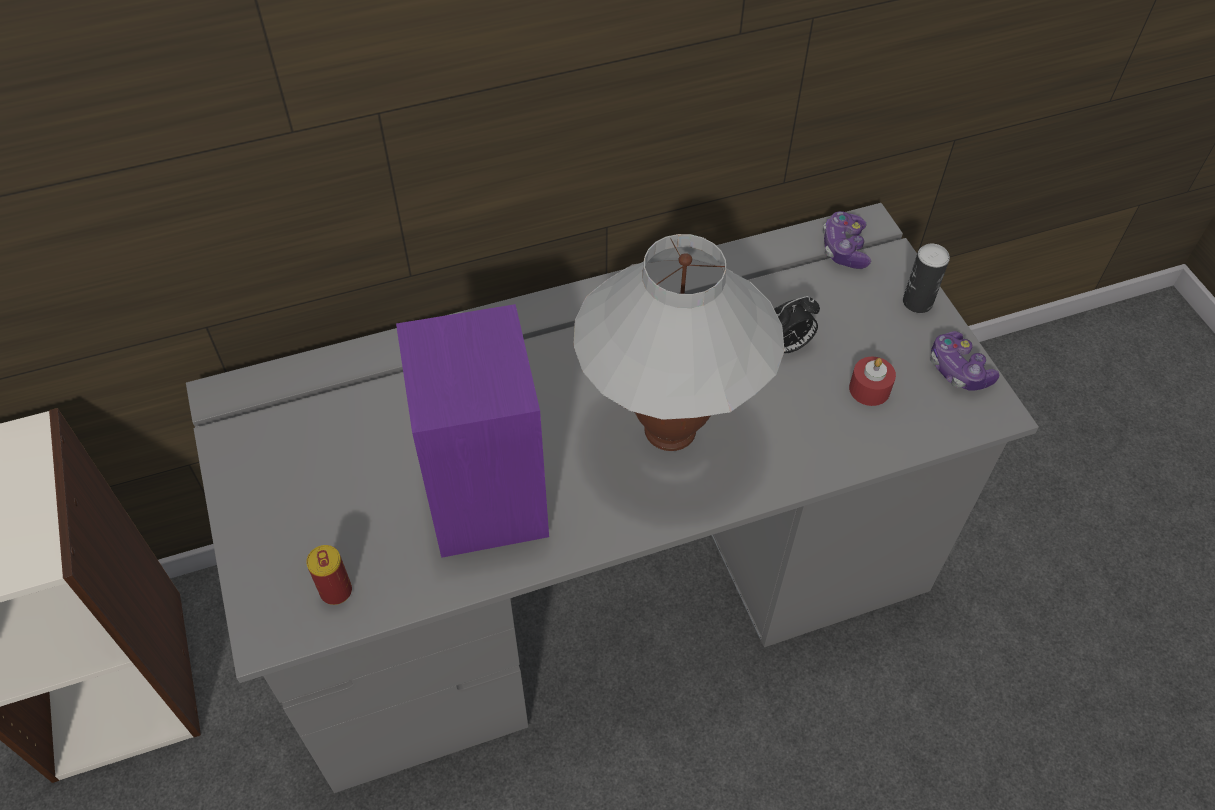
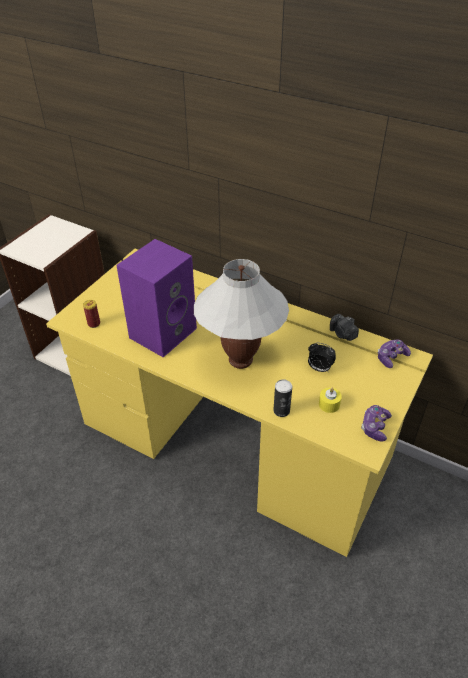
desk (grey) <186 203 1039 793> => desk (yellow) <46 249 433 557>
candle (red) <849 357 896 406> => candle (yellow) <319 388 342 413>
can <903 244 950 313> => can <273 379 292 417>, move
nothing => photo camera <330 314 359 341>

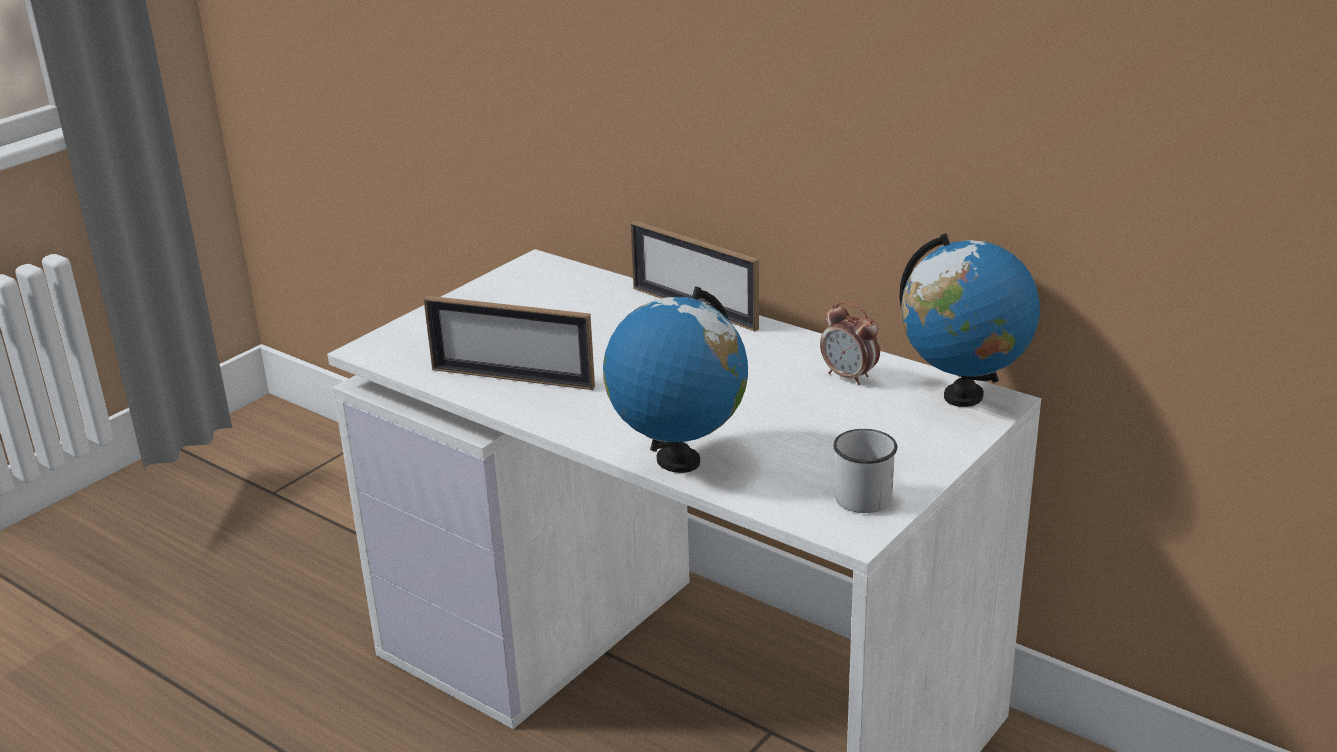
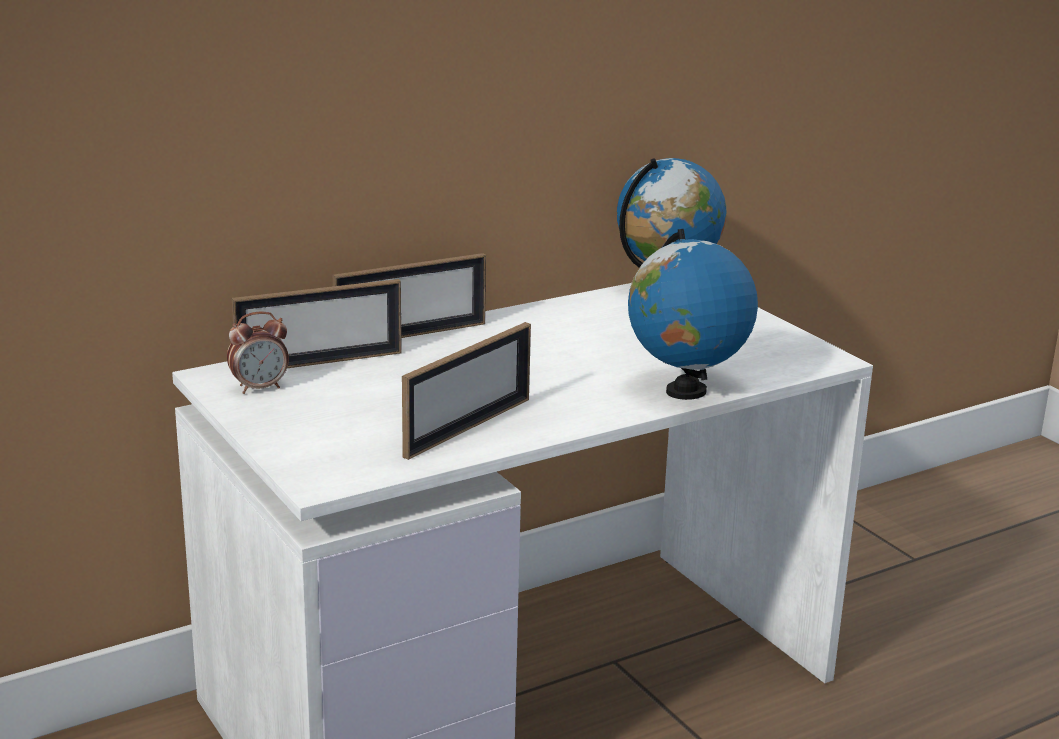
alarm clock <820 301 880 385> => alarm clock <227 311 289 394>, move
mug (white) <833 429 897 513> => nothing
nothing => picture frame <232 279 402 368>

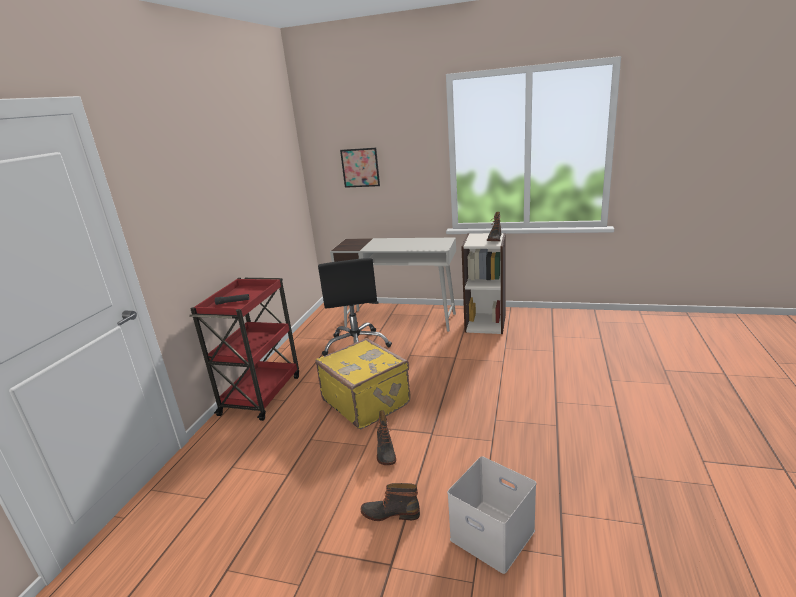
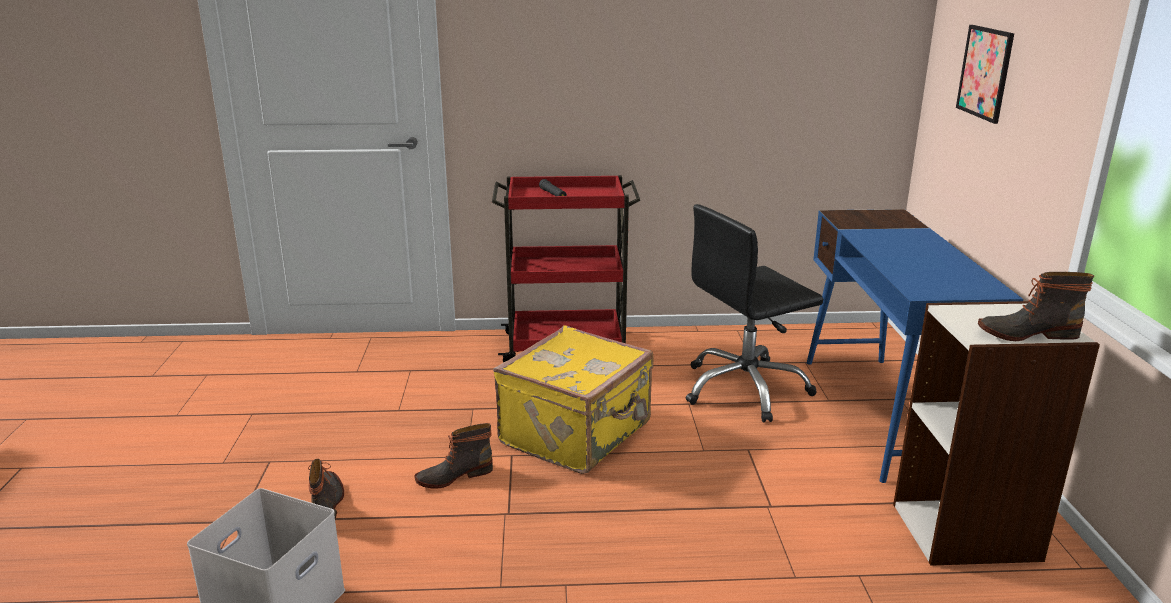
desk (white) <330 238 456 332> => desk (blue) <807 209 1023 483>

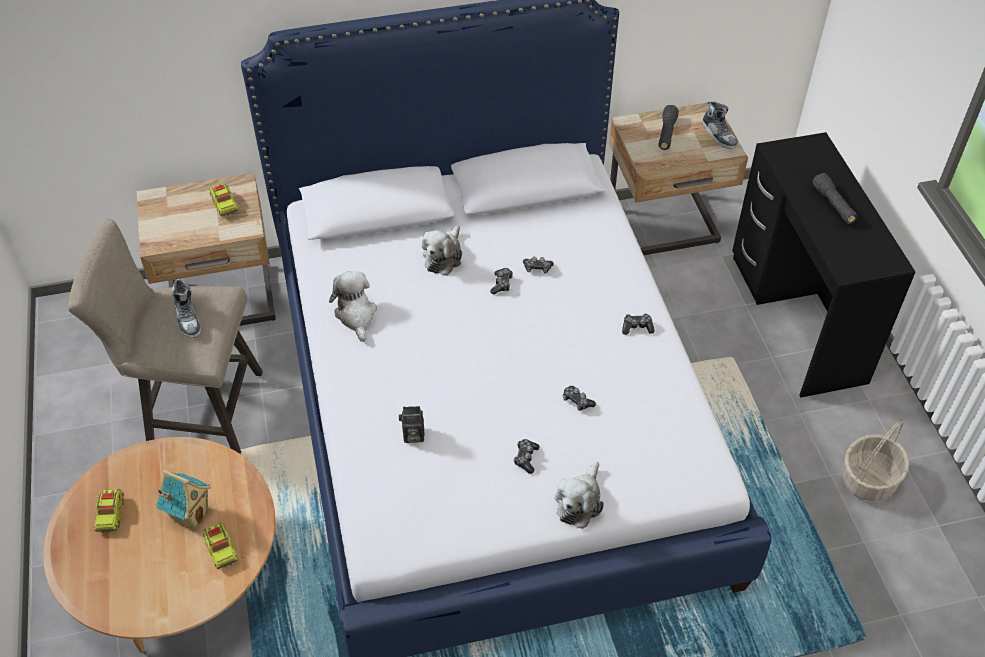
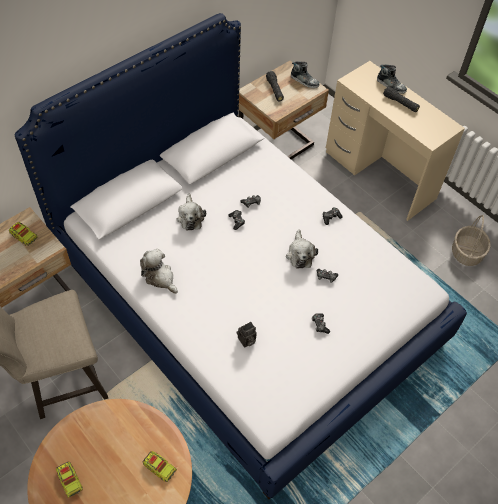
toy house <155 470 211 530> => nothing
shoe <172 279 201 338> => shoe <377 65 407 94>, move
plush toy <554 462 604 529> => plush toy <286 229 318 269>, move
desk (black) <732 132 916 398> => desk (beige) <326 61 465 221>

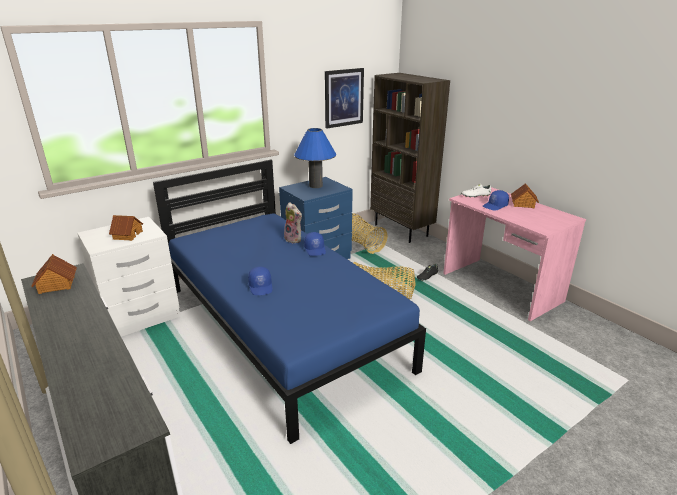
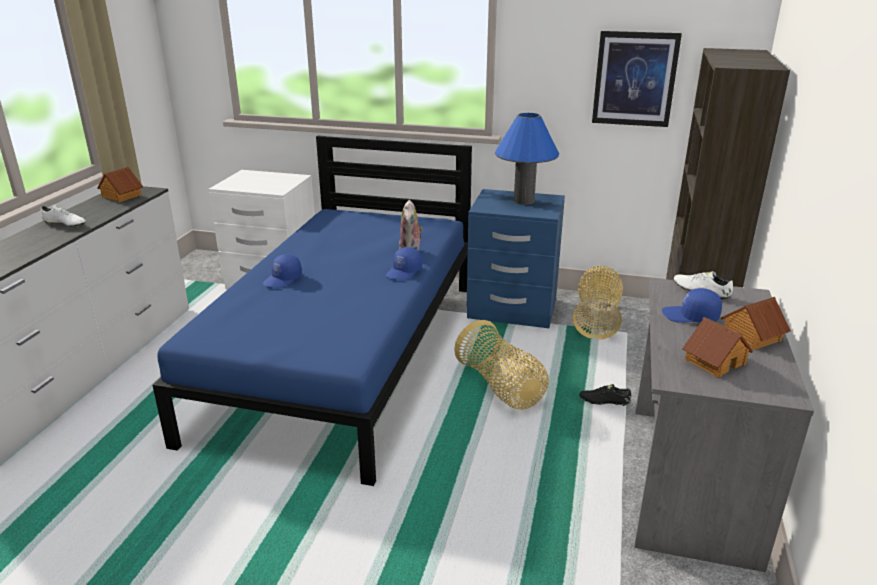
toy house <109 215 143 241> => toy house <682 317 753 378>, move
desk (pink) <443 187 586 321> => desk (grey) <634 278 814 572>
nothing => shoe (white) <41 205 86 228>

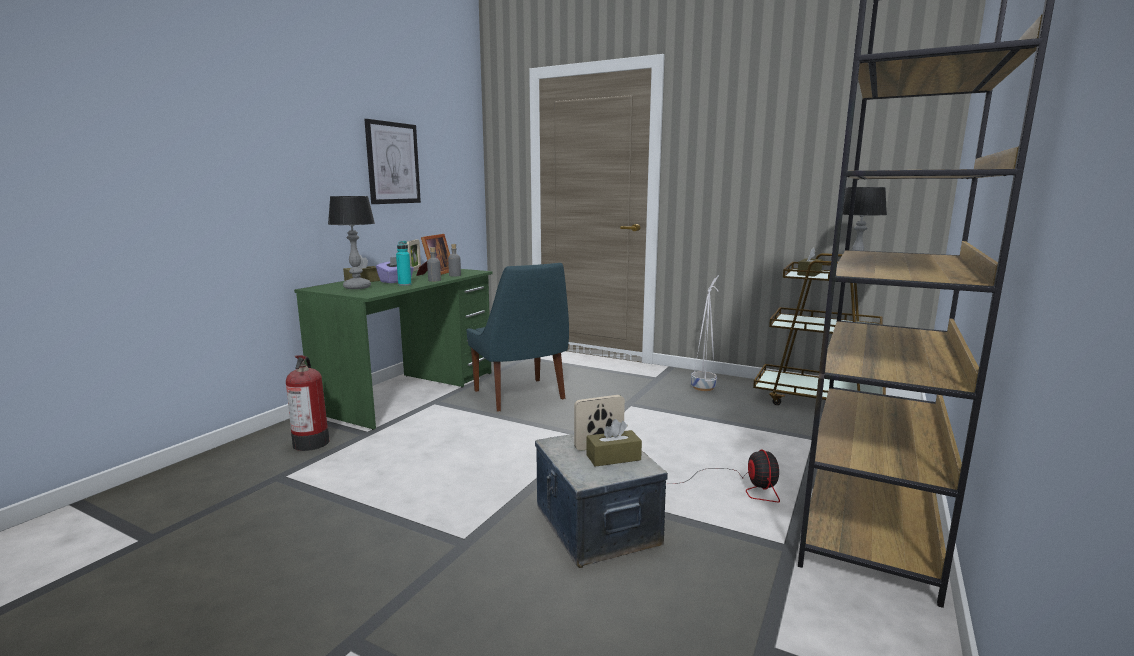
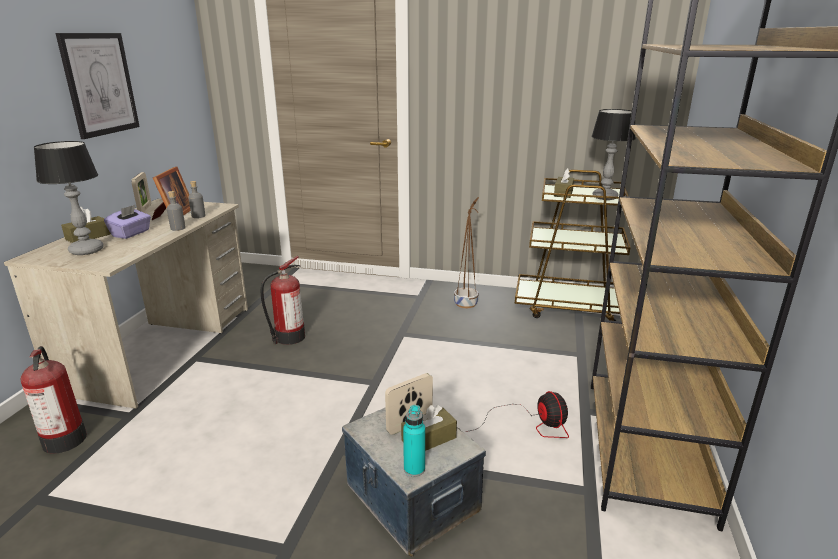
desk (green) <294 269 493 430> => desk (beige) <4 199 248 409>
bottle (turquoise) <396 241 411 286> => bottle (turquoise) <403 405 425 477>, move
chair (blue) <466 263 569 412> => fire extinguisher <261 256 305 345>
planter (white) <691 275 719 391> => planter (brown) <454 197 479 308>

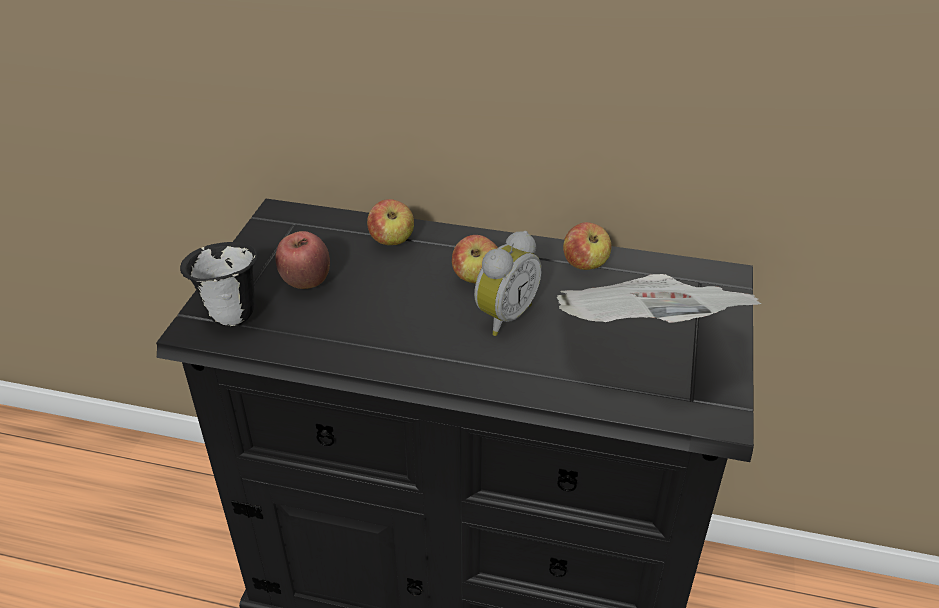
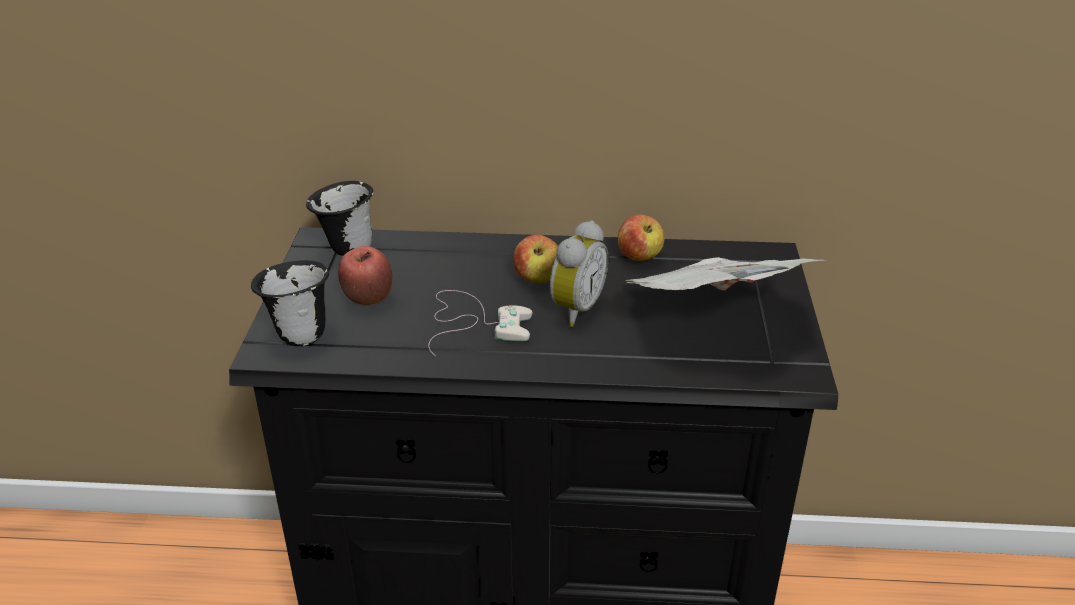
apple <367 199 414 245> => nothing
nothing => mug (black) <306 181 374 256>
nothing => game controller (white) <428 290 532 356>

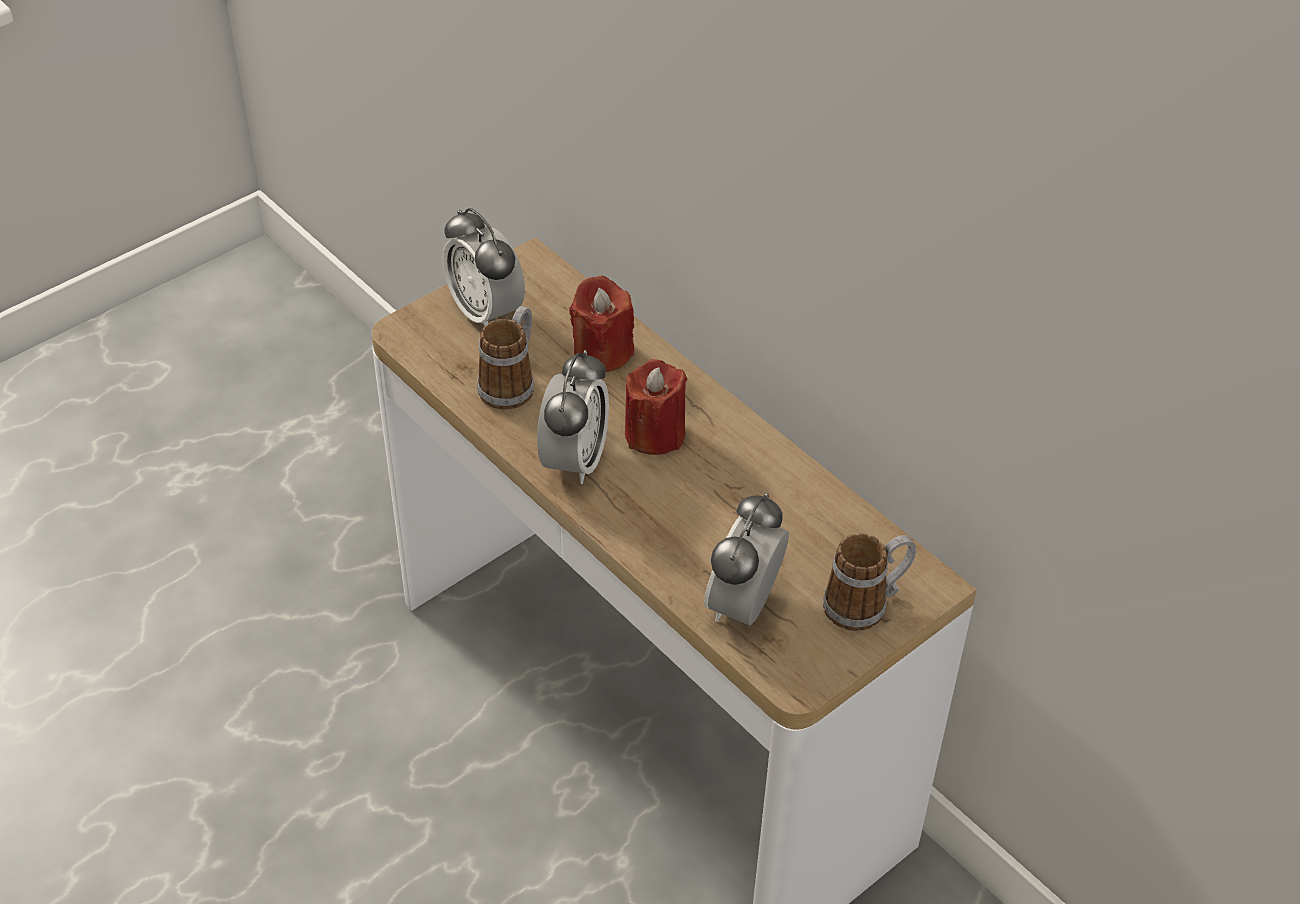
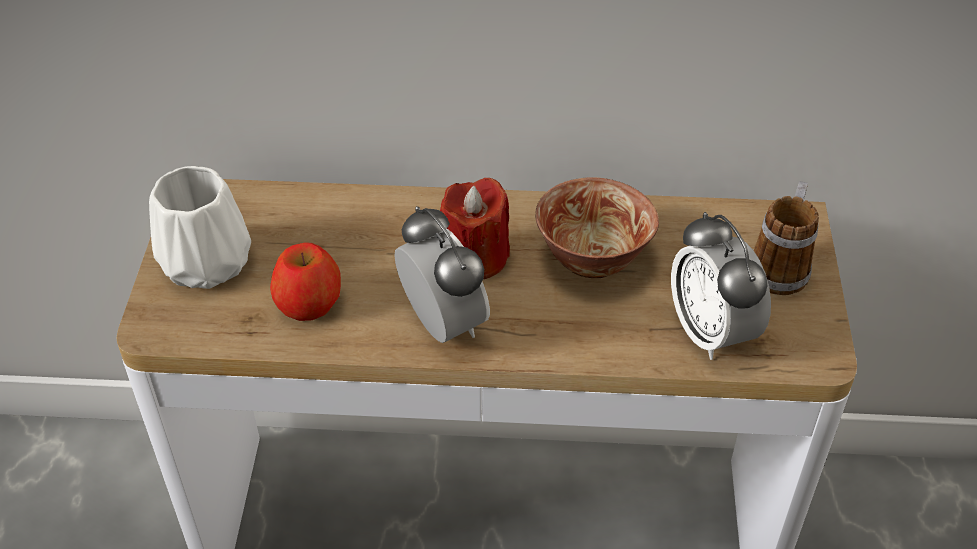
alarm clock <443 208 525 326> => vase (white) <149 166 251 289>
mug <477 306 534 410> => apple <270 242 341 321>
candle (red) <569 276 634 372> => nothing
nothing => bowl <535 177 659 278>

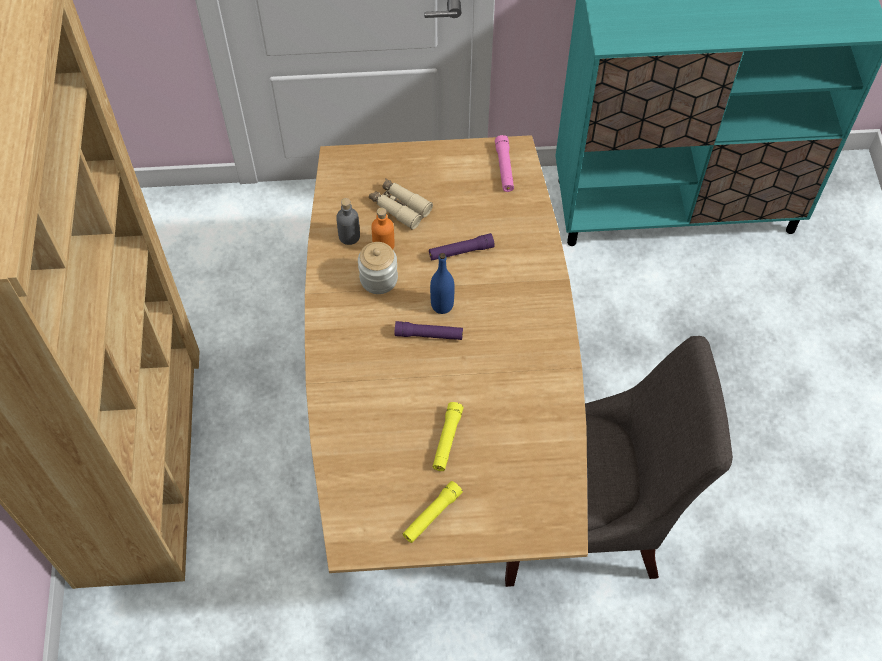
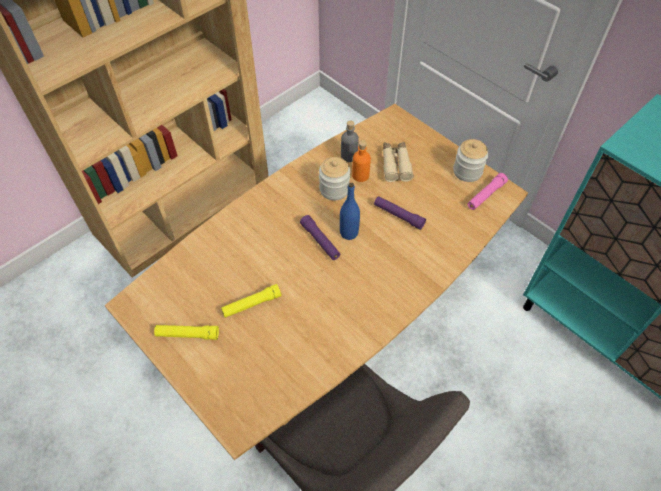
nothing => jar <453 139 488 182>

